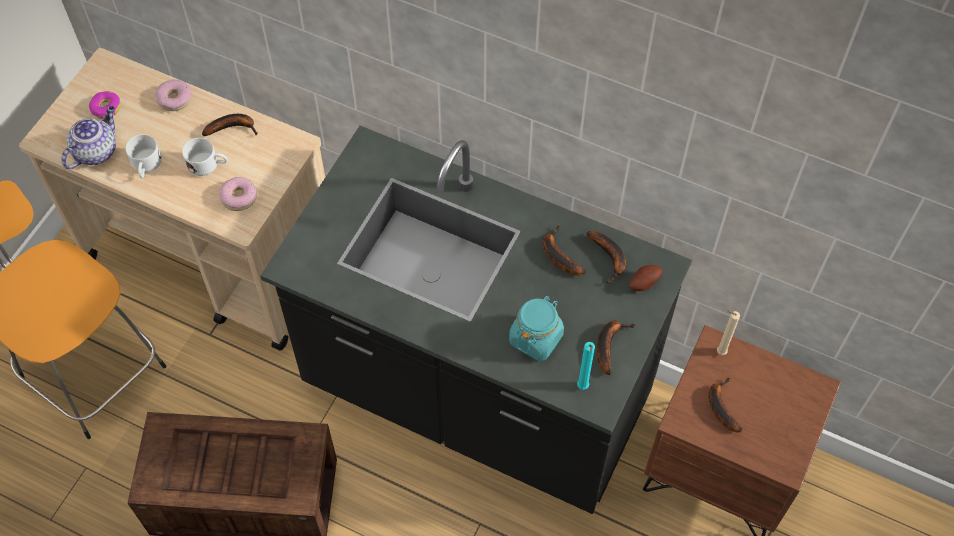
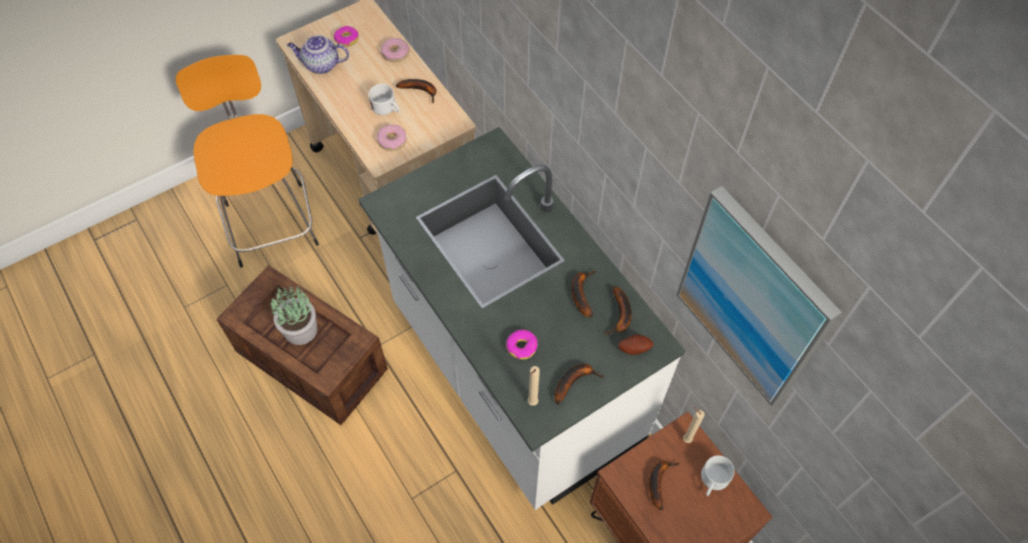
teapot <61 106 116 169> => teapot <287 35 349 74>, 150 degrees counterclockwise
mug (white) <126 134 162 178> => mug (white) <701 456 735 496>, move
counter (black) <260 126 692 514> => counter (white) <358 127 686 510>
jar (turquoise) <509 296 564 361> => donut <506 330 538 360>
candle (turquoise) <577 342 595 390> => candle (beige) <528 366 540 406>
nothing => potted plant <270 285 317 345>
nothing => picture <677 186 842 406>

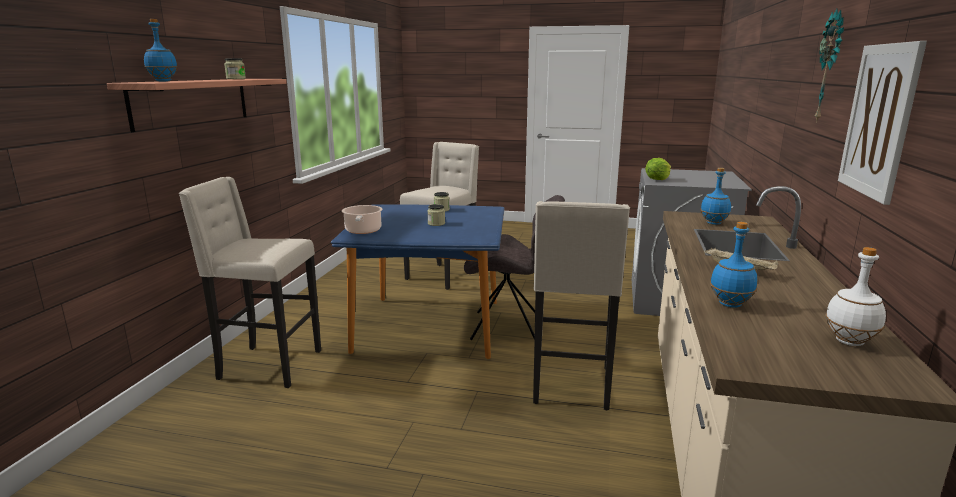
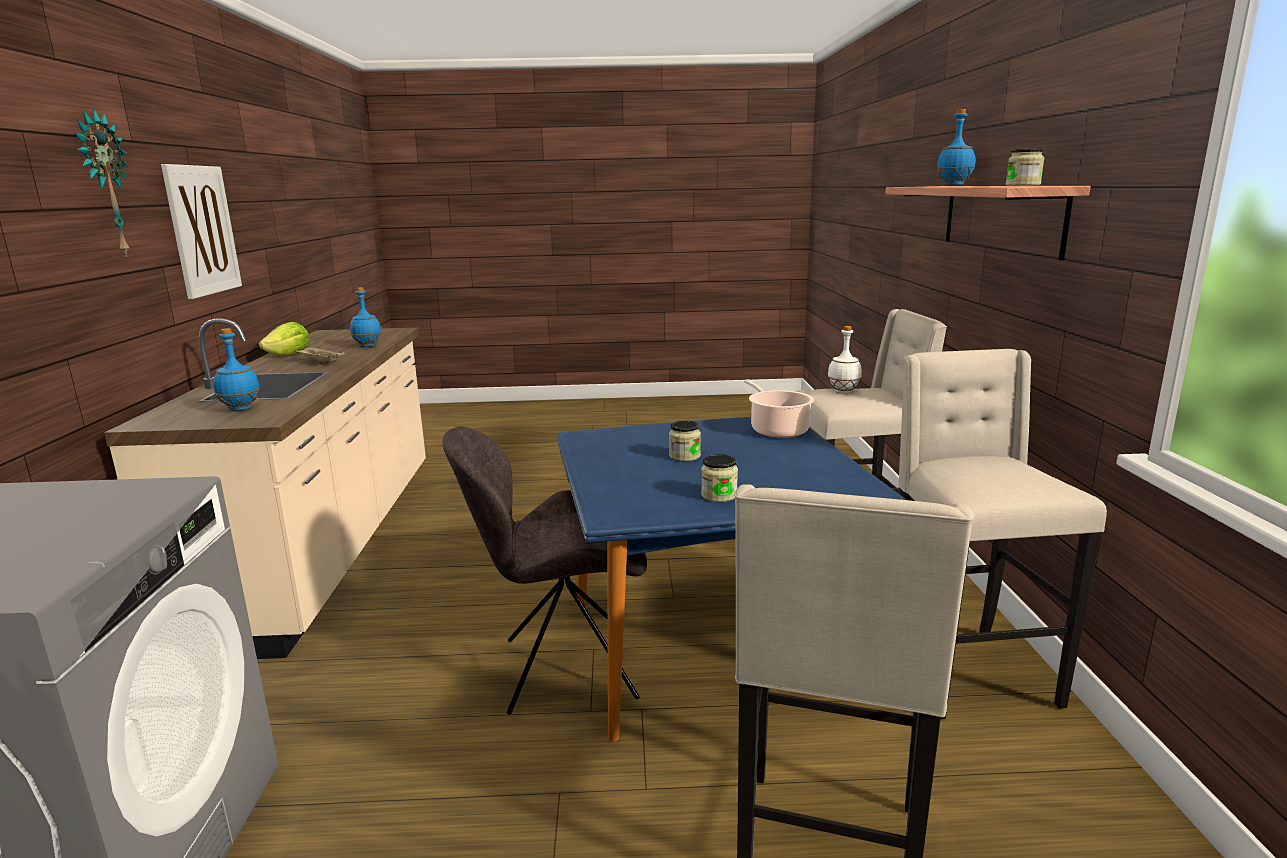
stool (beige) <533 201 630 410> => stool (beige) <898 349 1107 720>, move
lettuce <645 158 671 180> => lettuce <259 322 310 355>, move
bottle (white) <826 247 886 346> => bottle (white) <828 326 862 393>, move

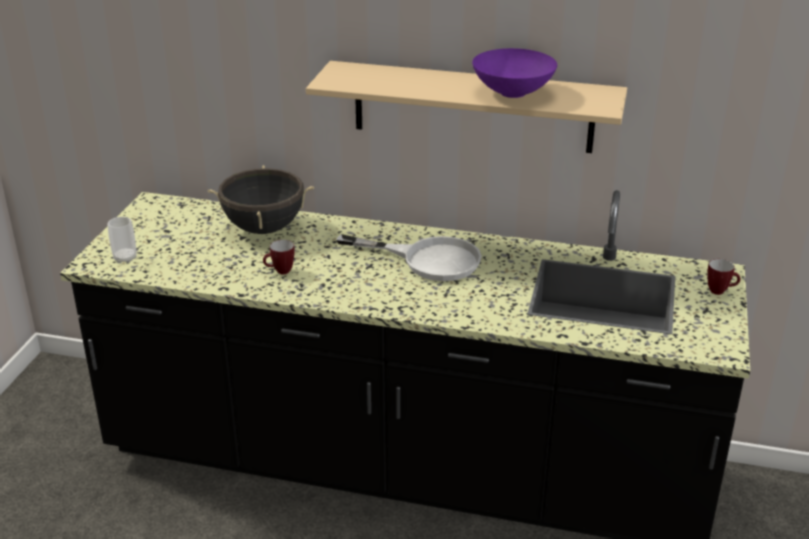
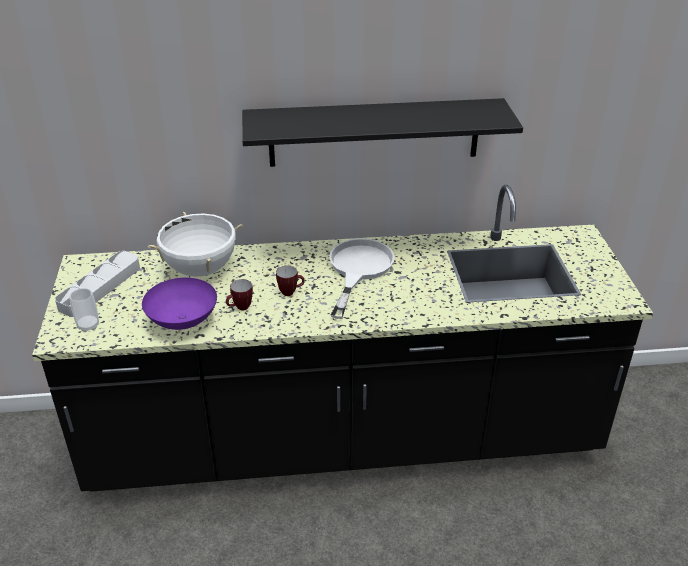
cooking pot (black) <207 165 314 234> => cooking pot (white) <148 212 243 277>
shelf (beige) <306 61 627 153> => shelf (black) <242 98 523 167>
frying pan (white) <336 234 482 281> => frying pan (white) <329 238 395 319>, 75 degrees counterclockwise
bowl (purple) <472 48 557 98> => bowl (purple) <142 278 217 330>, move
mug <707 259 740 295> => mug <276 266 305 296>, move
nothing => tray (grey) <55 251 140 317>

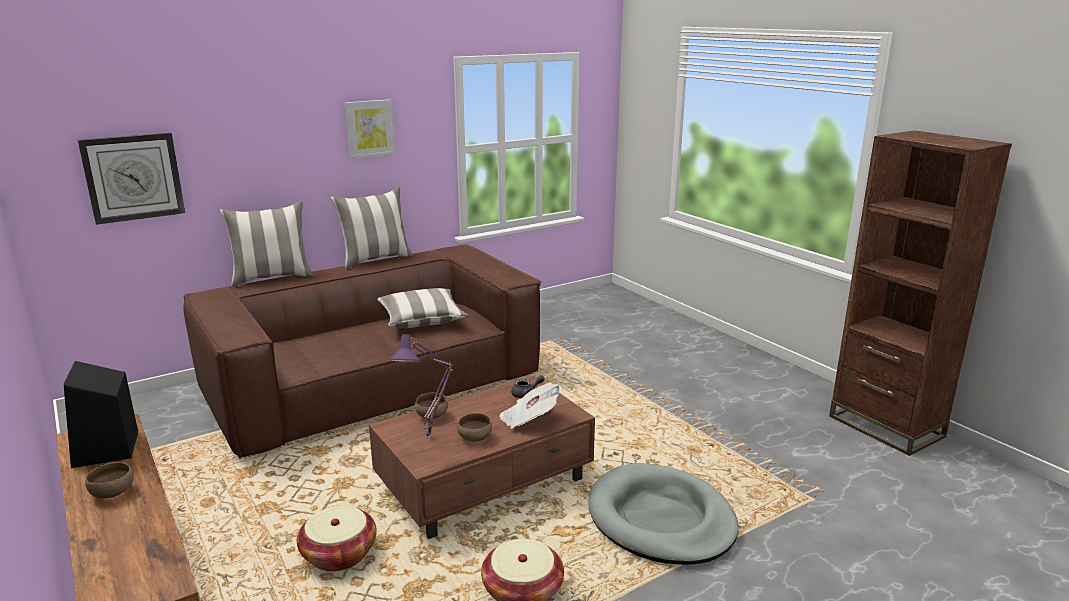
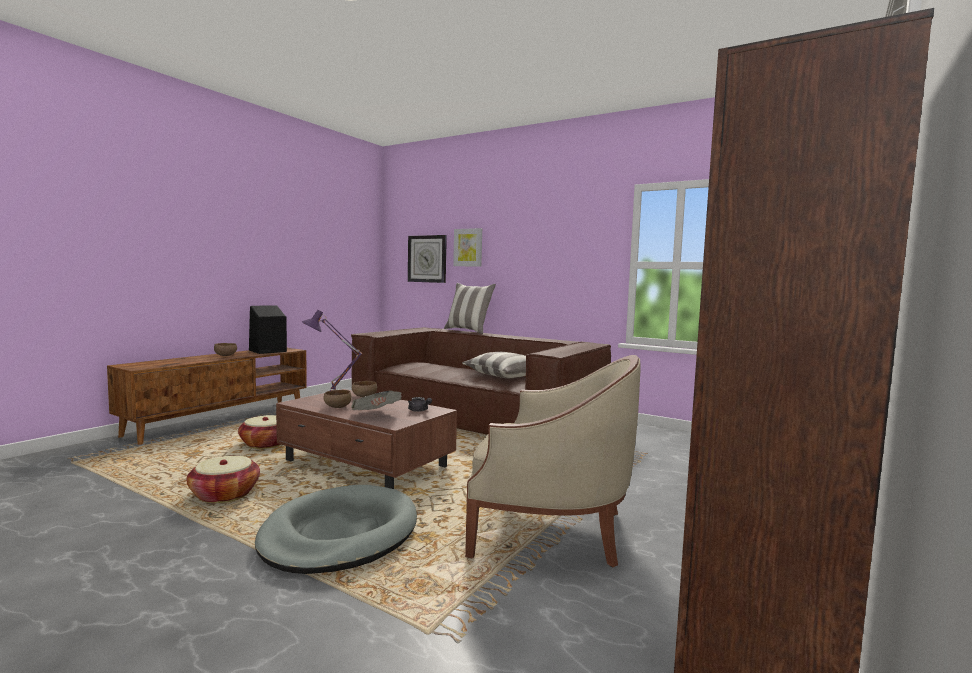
pillow <331 187 413 268> => nothing
picture <345 99 395 159> => picture <453 228 482 267>, move
nothing => armchair (beige) <465 355 641 567>

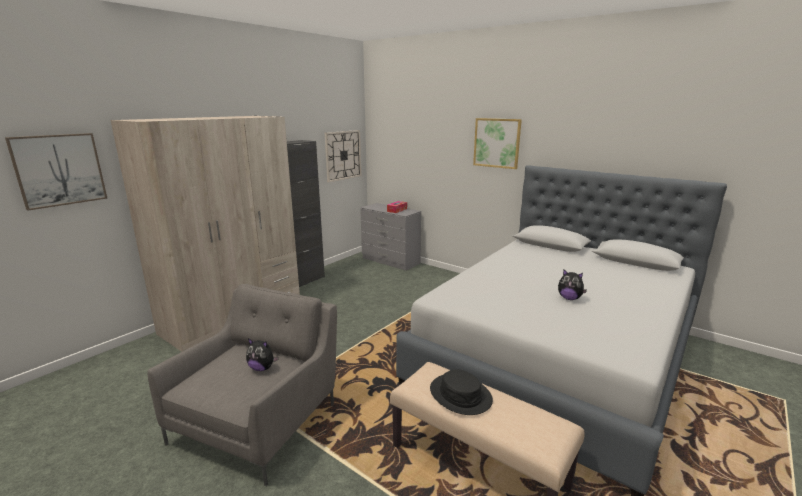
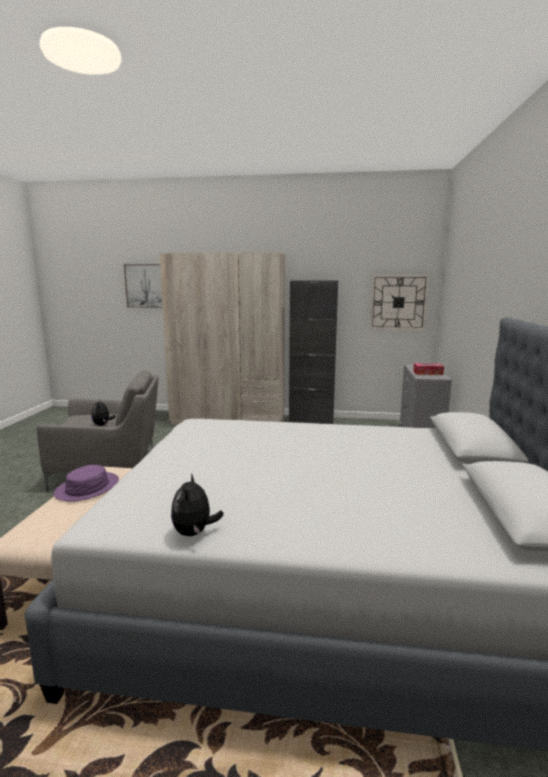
hat (black) <430 369 493 415> => hat (purple) <54 465 119 502>
picture <473 118 522 169> => nothing
plush toy <558 270 587 300> => plush toy <171 473 224 536>, move

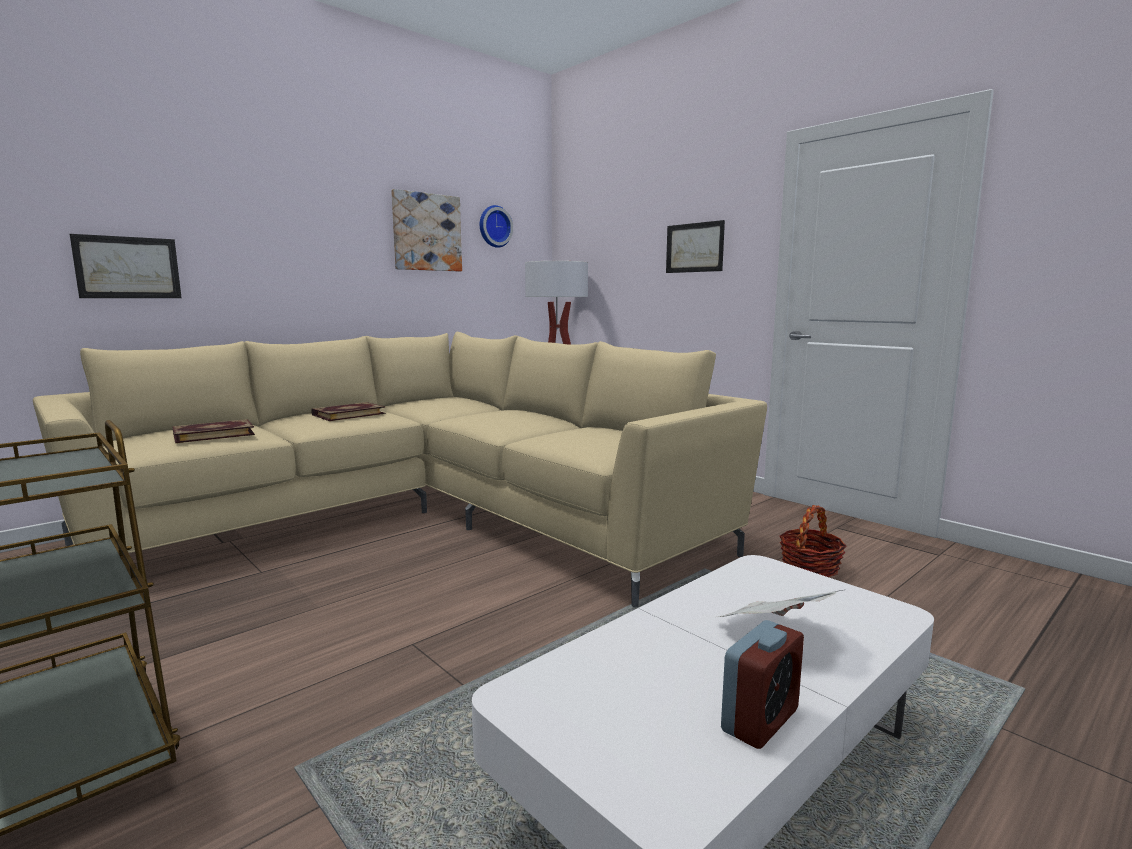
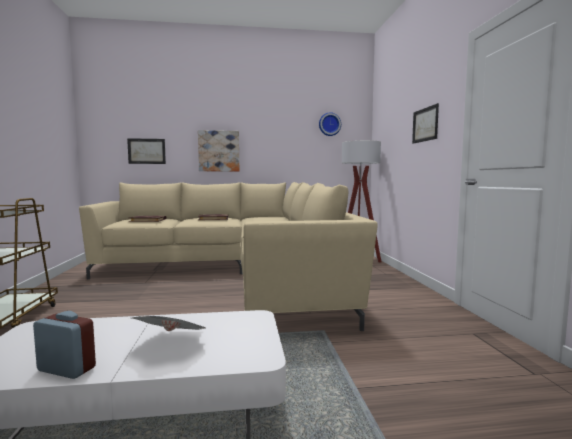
picture <391 189 462 271> => picture <198 130 239 171>, move
alarm clock <721 620 804 749> => alarm clock <33 311 96 379>, 150 degrees counterclockwise
basket <780 505 847 577> => nothing

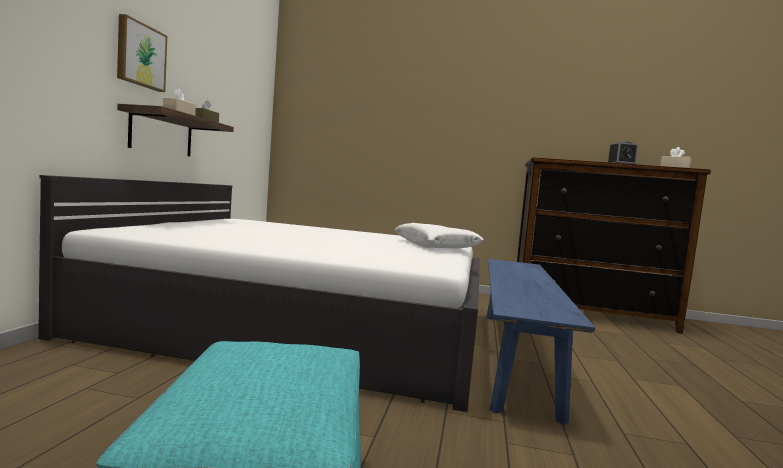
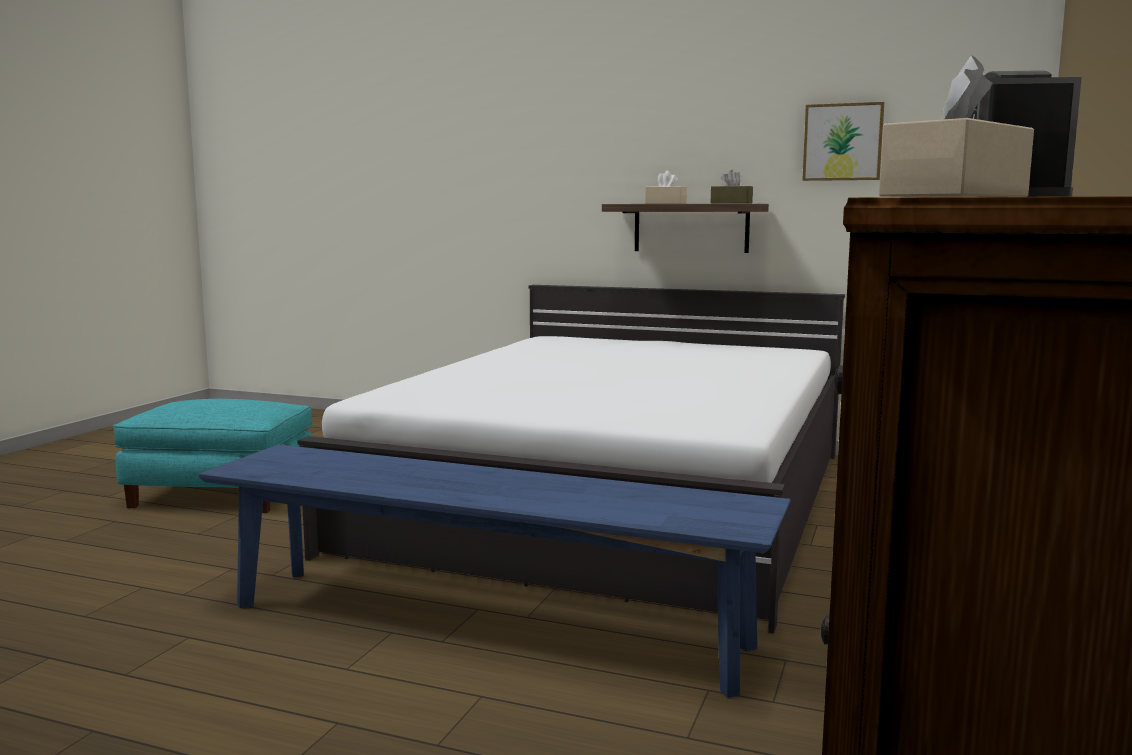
picture <117 14 167 92> => picture <803 102 884 181>, move
pillow (white) <395 223 484 249> => nothing

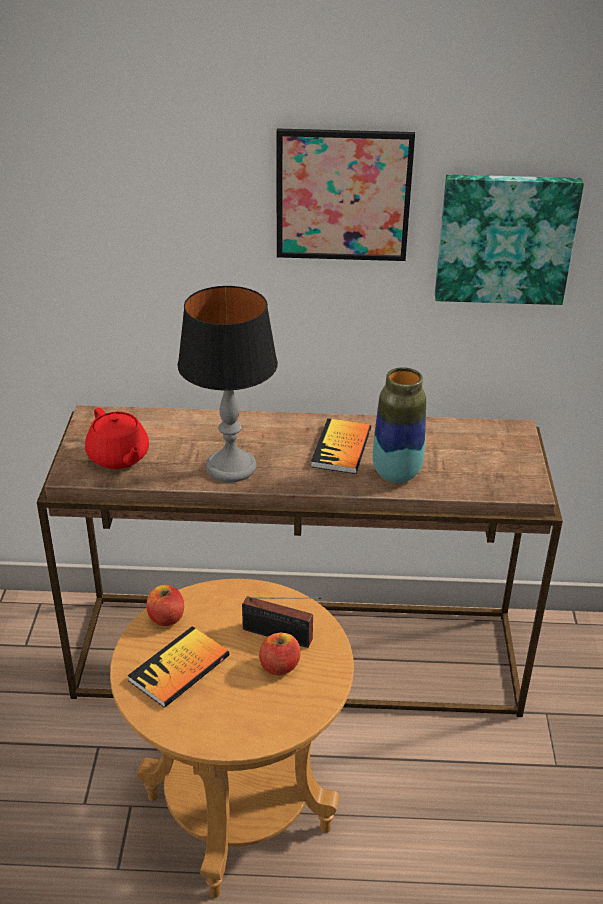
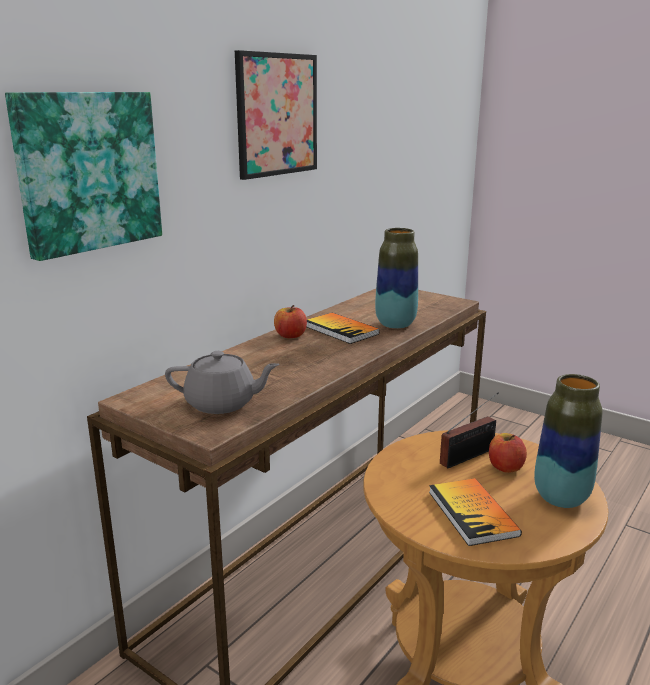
teapot (red) <85 408 149 469> => teapot (grey) <165 351 280 414>
apple <146 585 184 626> => apple <274 305 307 338>, move
table lamp <178 286 278 482> => nothing
picture <435 174 584 305> => picture <5 92 162 261>, move
nothing => vase <534 374 602 508>

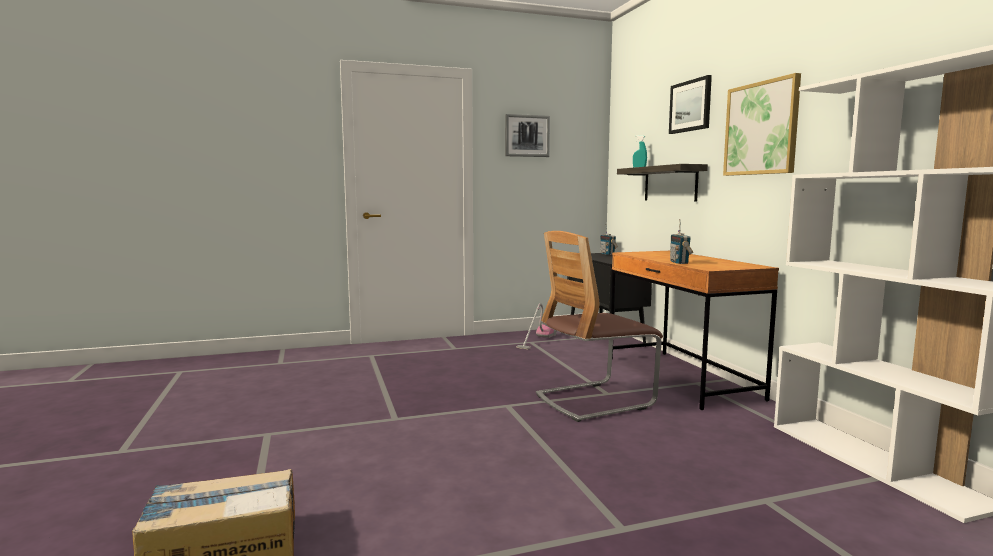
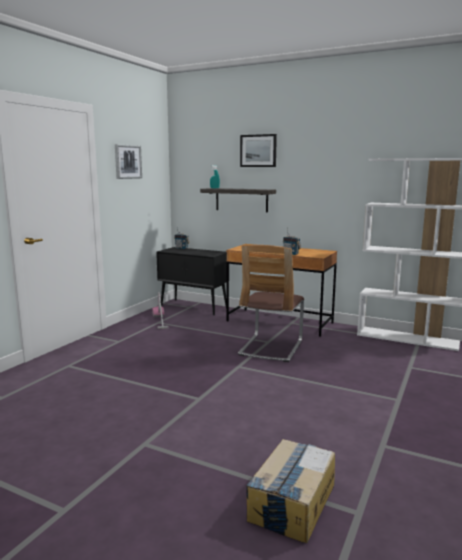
picture <723 73 801 176> => nothing

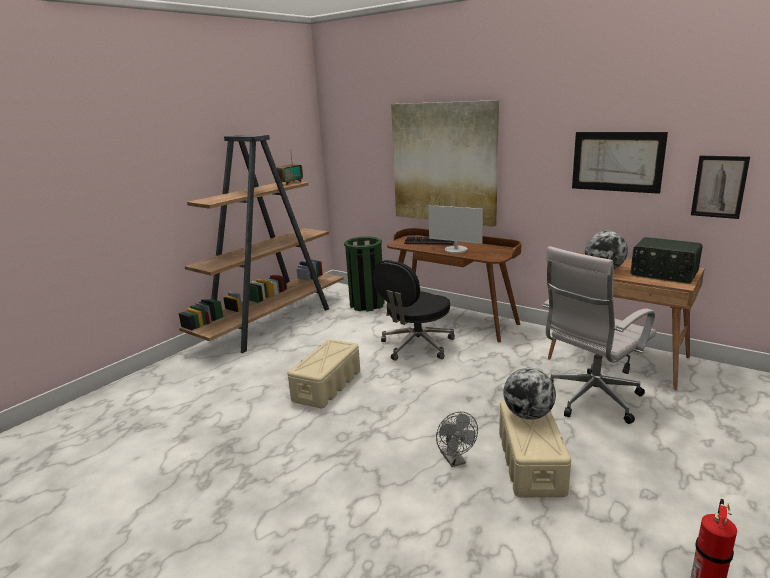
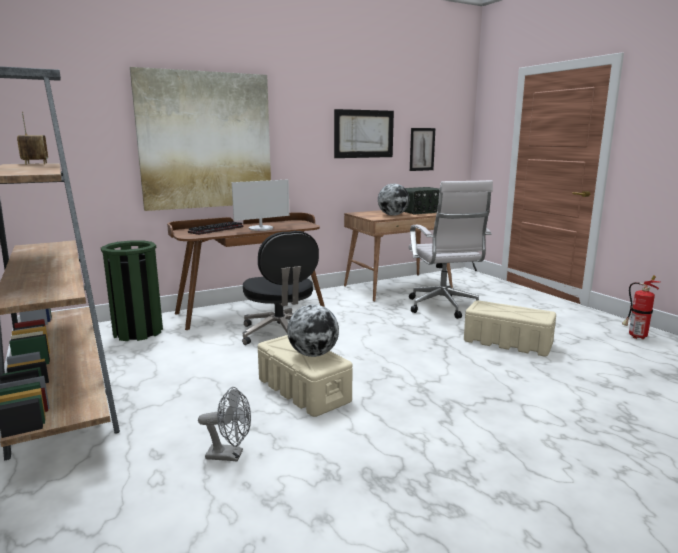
fan (grey) <436 412 478 467> => fan (grey) <198 387 251 461>, move
globe <504 368 556 420> => globe <287 304 339 357>, move

